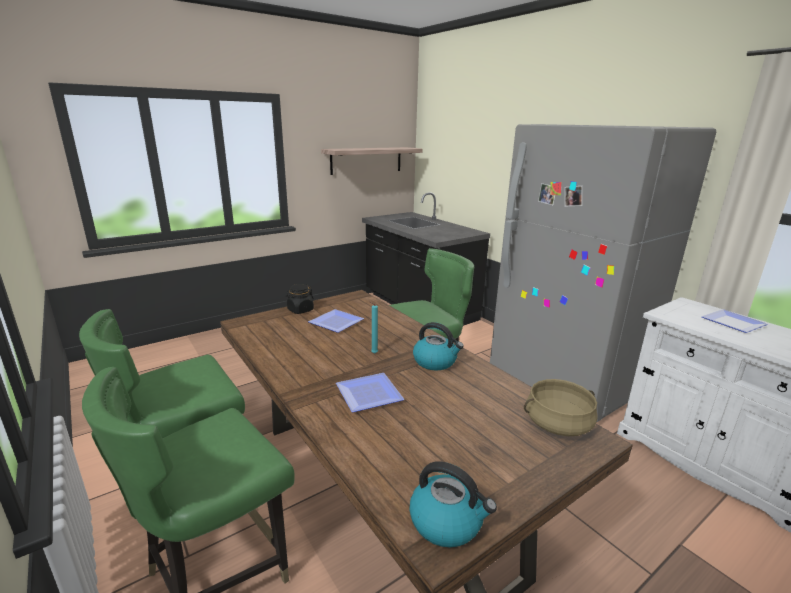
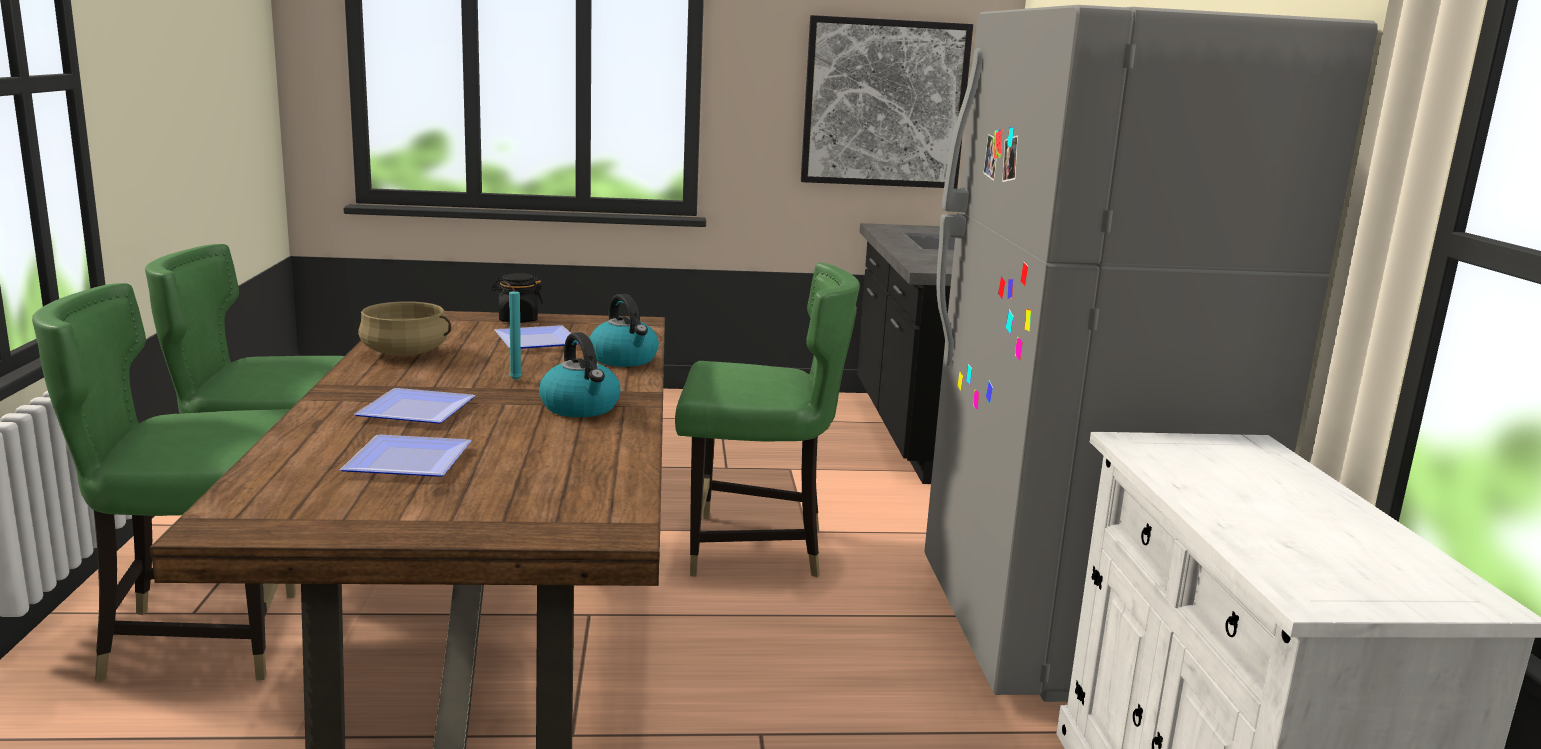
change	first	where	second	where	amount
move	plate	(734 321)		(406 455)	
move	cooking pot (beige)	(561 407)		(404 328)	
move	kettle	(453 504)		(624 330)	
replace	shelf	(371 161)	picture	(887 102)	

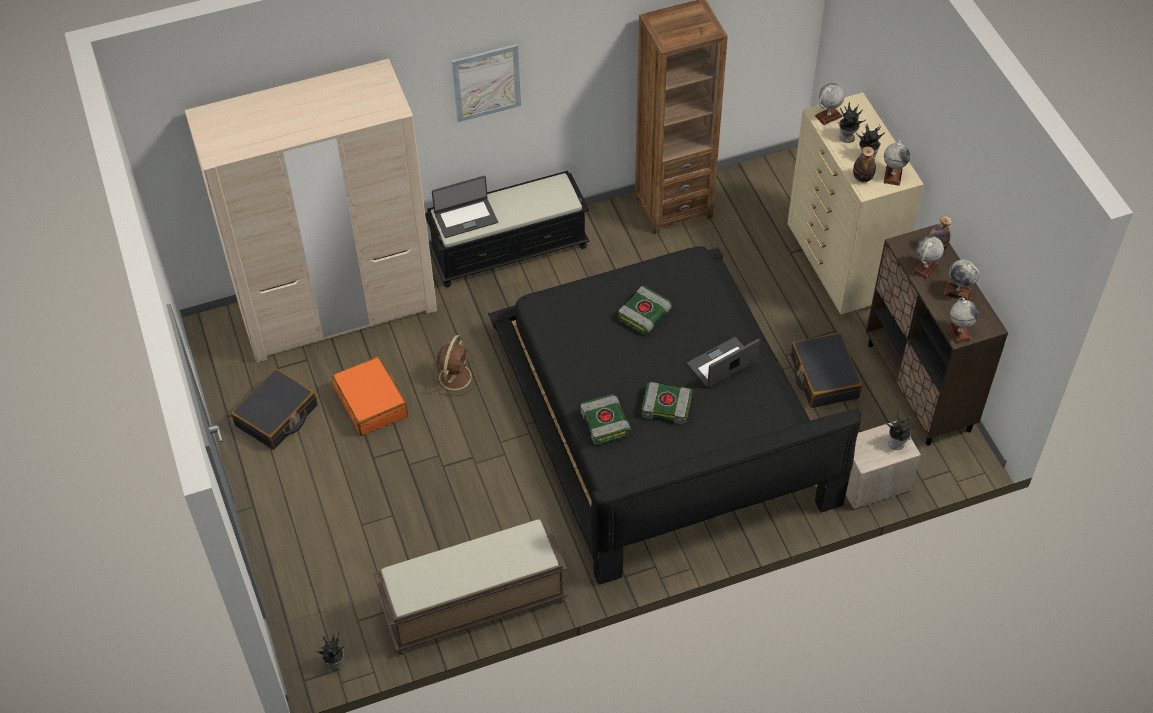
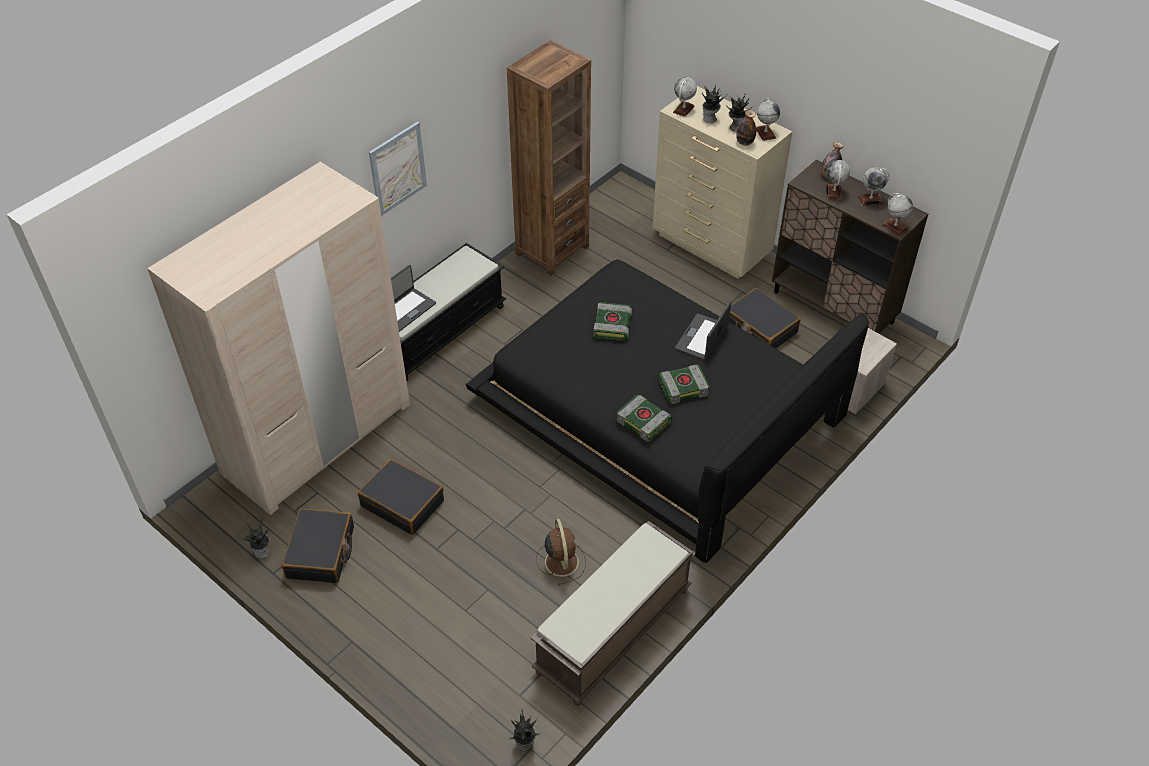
change	first	where	second	where	amount
move	potted plant	(900 431)		(254 539)	
recolor	suitcase (orange)	(370 396)	suitcase (black)	(401 497)	
move	fan (brown)	(456 365)		(561 552)	

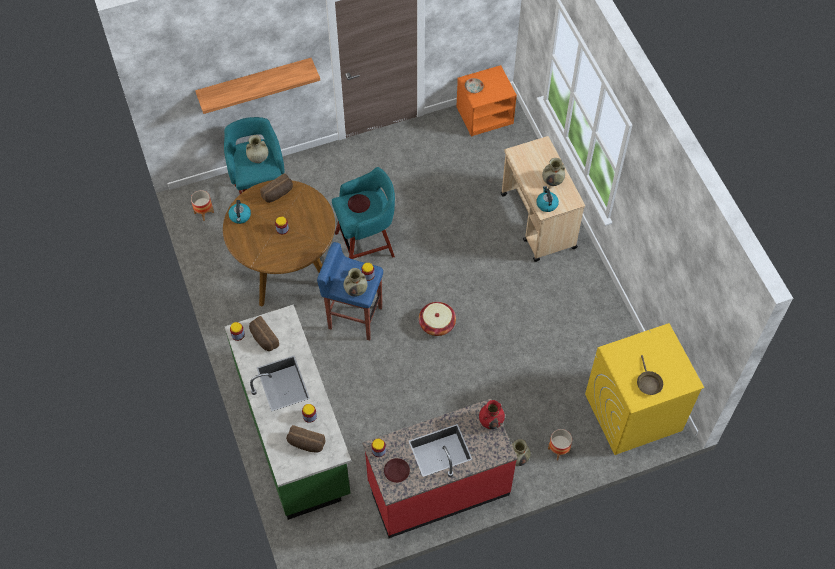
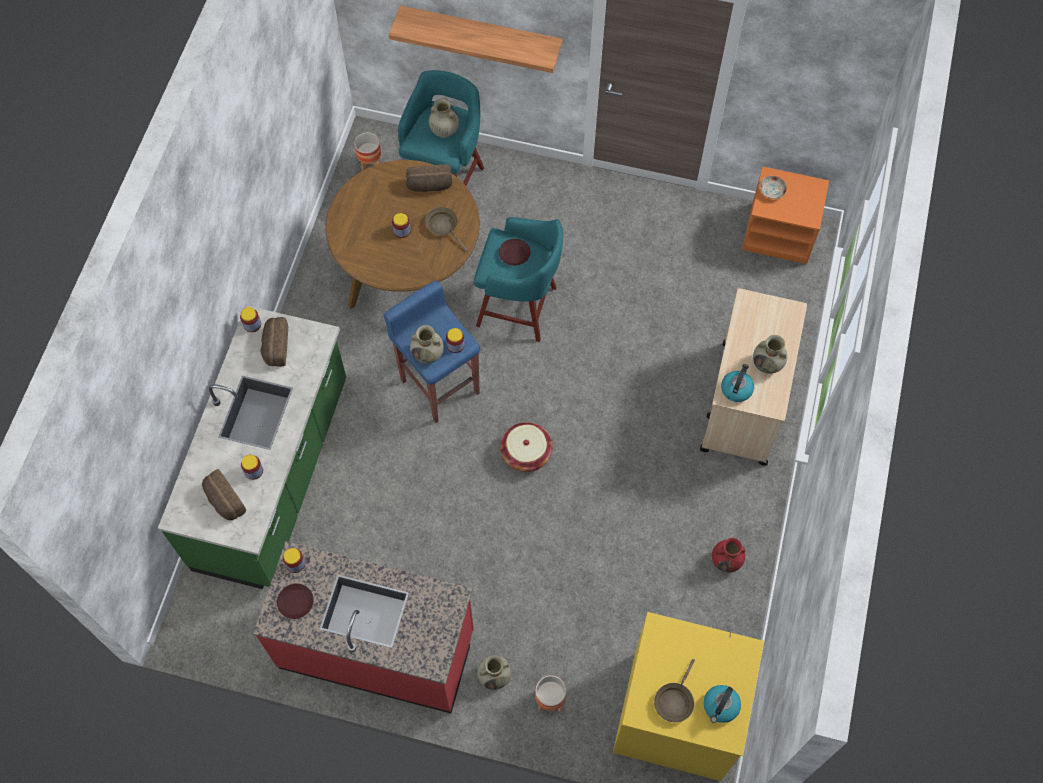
change	first	where	second	where	amount
insert			frying pan (brown)	(446 229)	
move	kettle	(239 212)		(722 704)	
move	vase (red)	(492 414)		(728 555)	

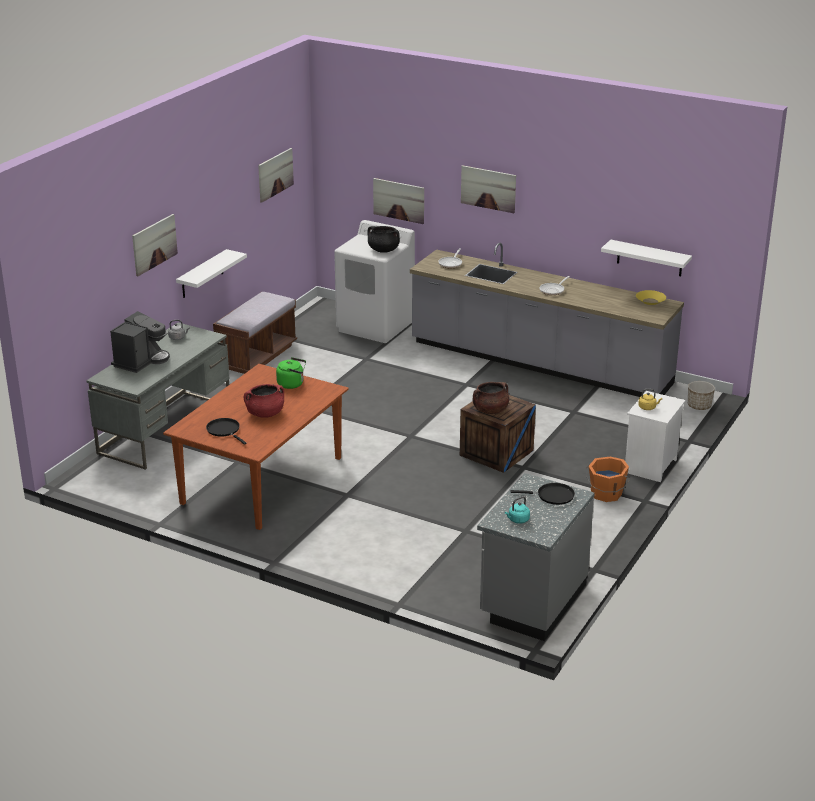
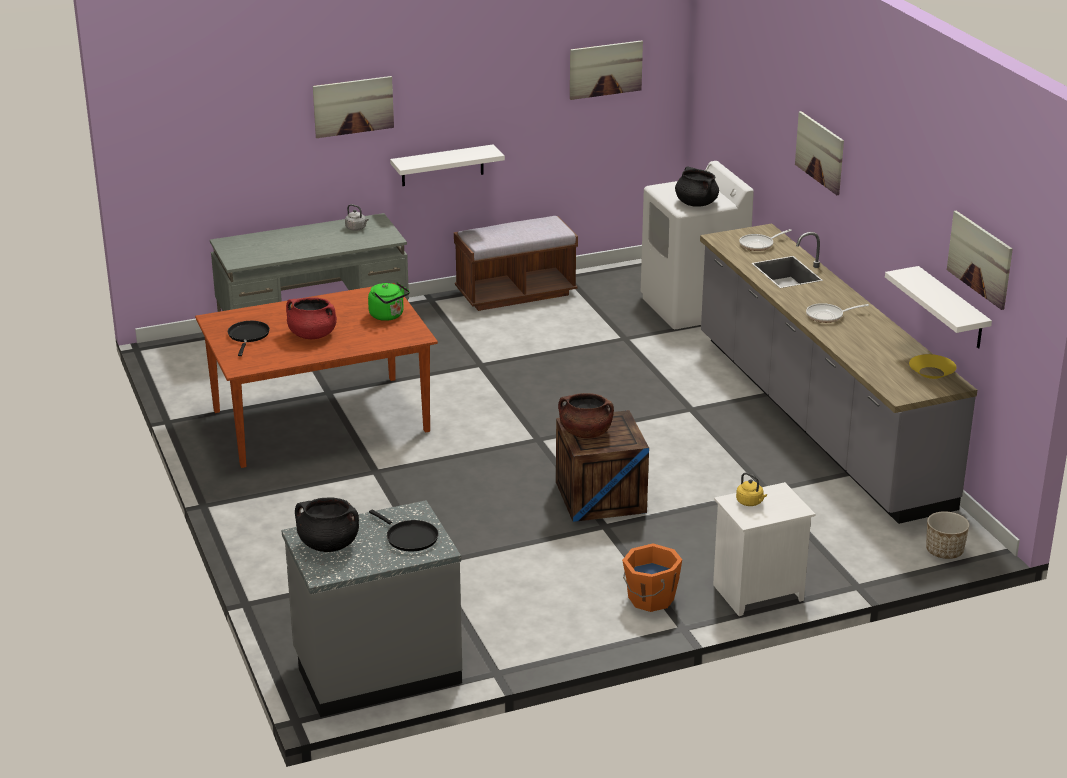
change	first	where	second	where	amount
replace	kettle (turquoise)	(517 510)	cooking pot (black)	(327 524)	
move	picture	(398 201)		(980 260)	
delete	coffee machine	(140 342)			

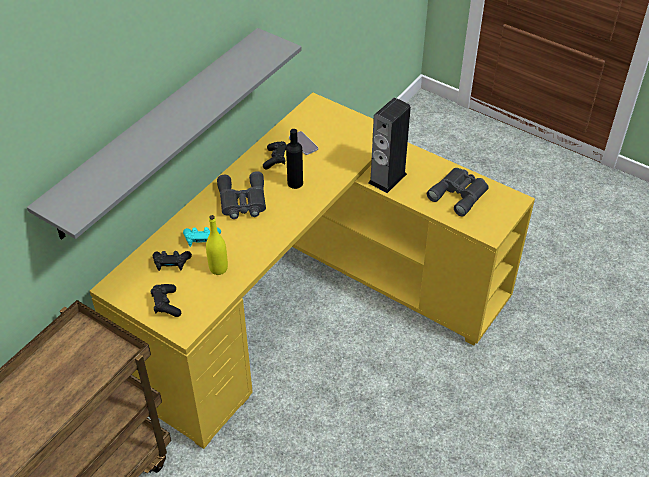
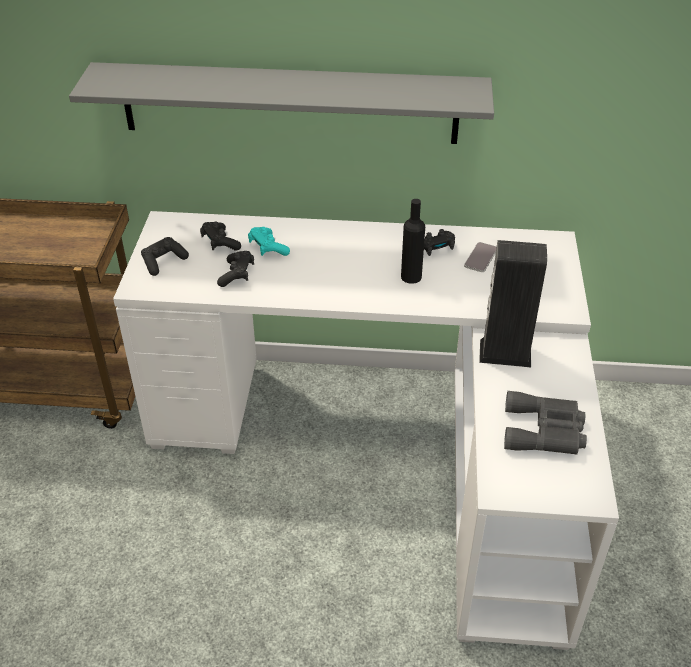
change	first	where	second	where	amount
recolor	desk (yellow)	(312 270)	desk (white)	(366 430)	
replace	bottle (yellow)	(217 245)	game controller (black)	(235 269)	
delete	binoculars (grey)	(241 195)			

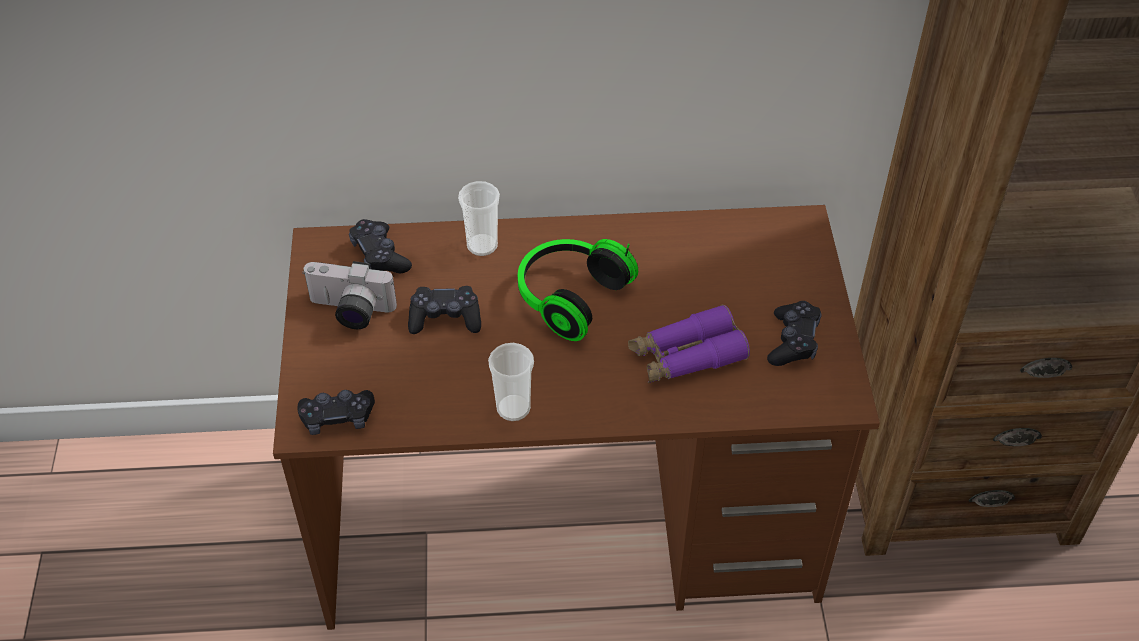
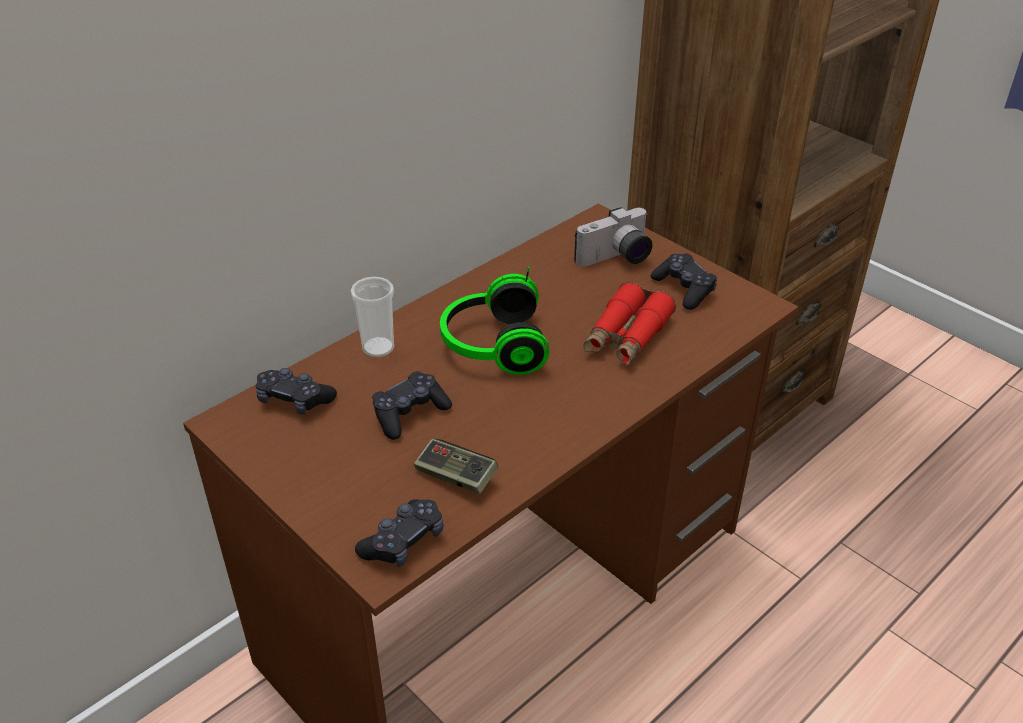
change	first	where	second	where	amount
insert			game controller	(456 466)	
move	photo camera	(349 295)		(613 237)	
recolor	binoculars (purple)	(689 343)	binoculars (red)	(629 323)	
delete	cup	(511 382)			

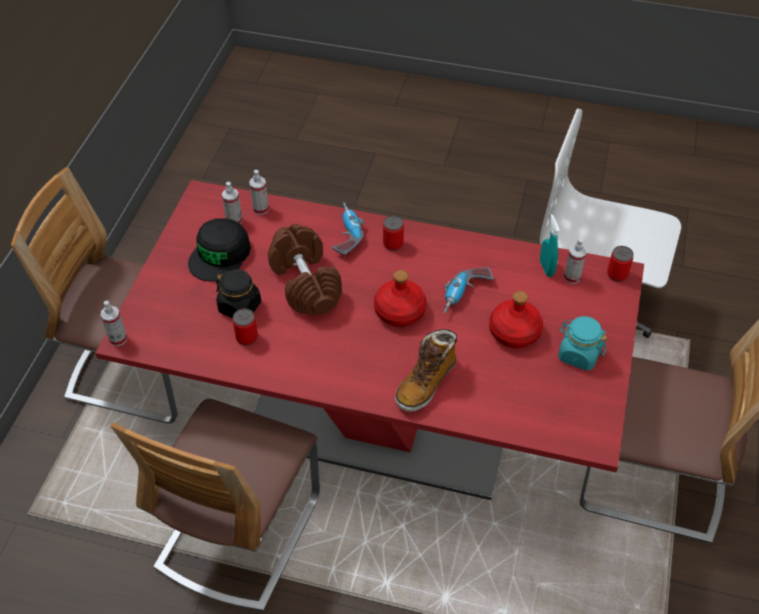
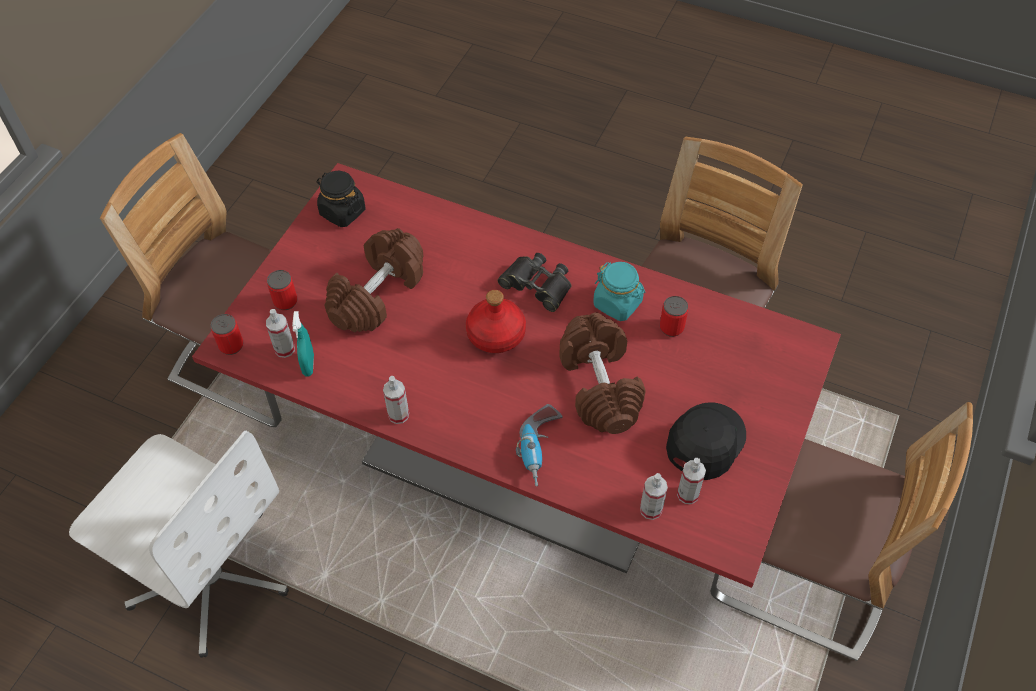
change	first	where	second	where	amount
move	can	(393 233)		(282 290)	
move	jar (black)	(238 293)		(340 199)	
replace	bottle (red)	(516 319)	dumbbell (brown)	(374 280)	
move	spray bottle	(113 323)		(396 400)	
insert			binoculars (black)	(534 282)	
move	jar (turquoise)	(582 343)		(619 291)	
delete	boot	(426 370)			
delete	power drill	(468 290)			

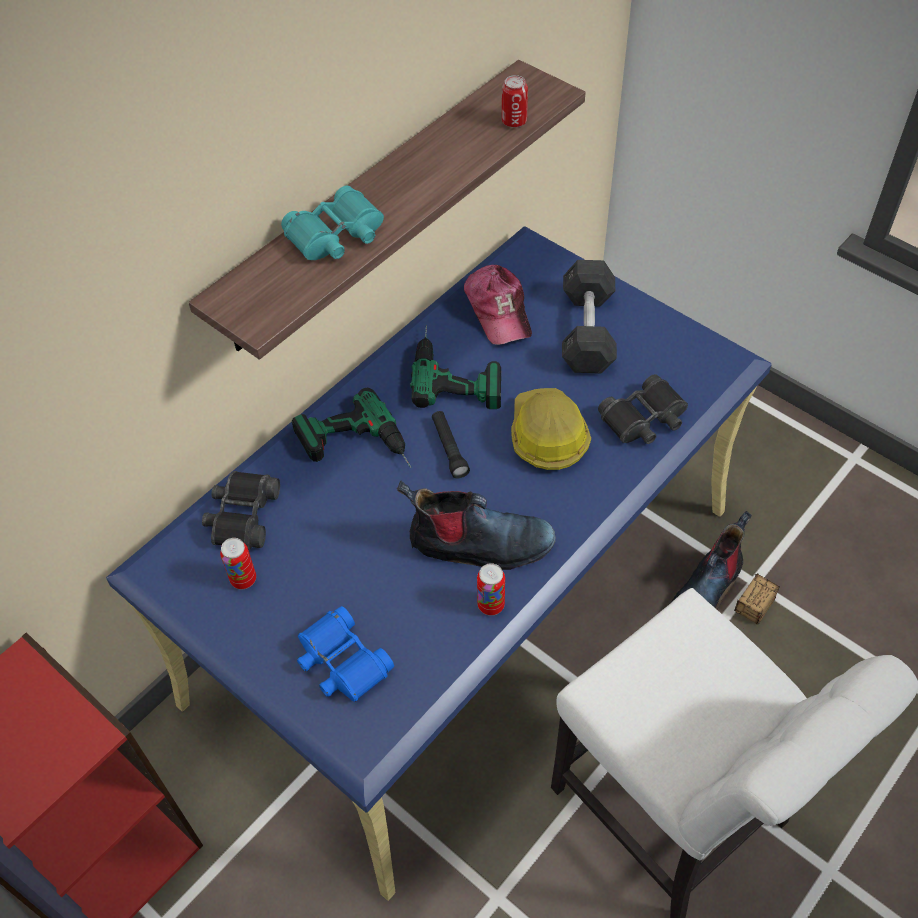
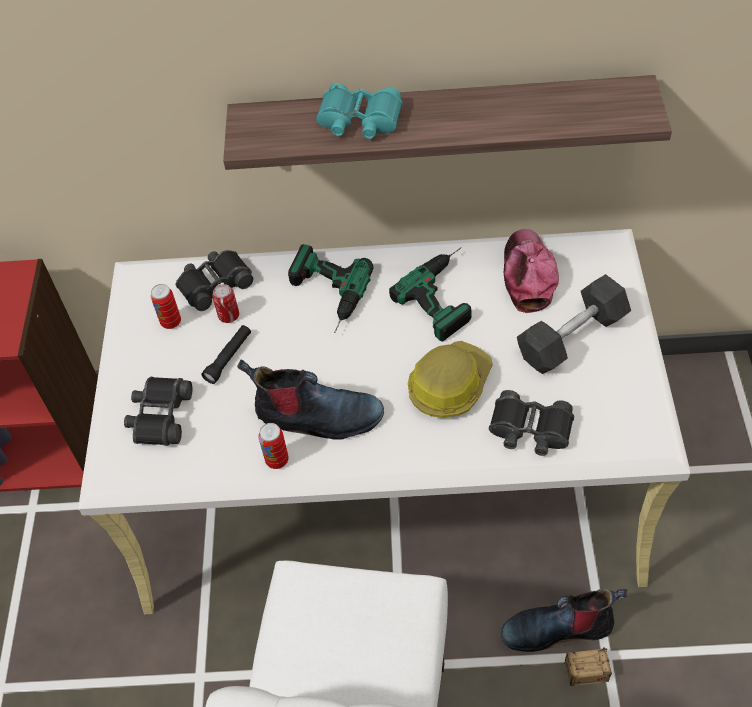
change	first	where	second	where	amount
recolor	desk (blue)	(439 563)	desk (white)	(384 421)	
recolor	binoculars (blue)	(345 654)	binoculars (black)	(158 411)	
move	flashlight (black)	(451 444)		(226 354)	
move	can	(515 101)		(225 303)	
rotate	boot	(476 525)		(310 399)	45 degrees counterclockwise
rotate	cap	(498 305)		(531 271)	150 degrees clockwise

